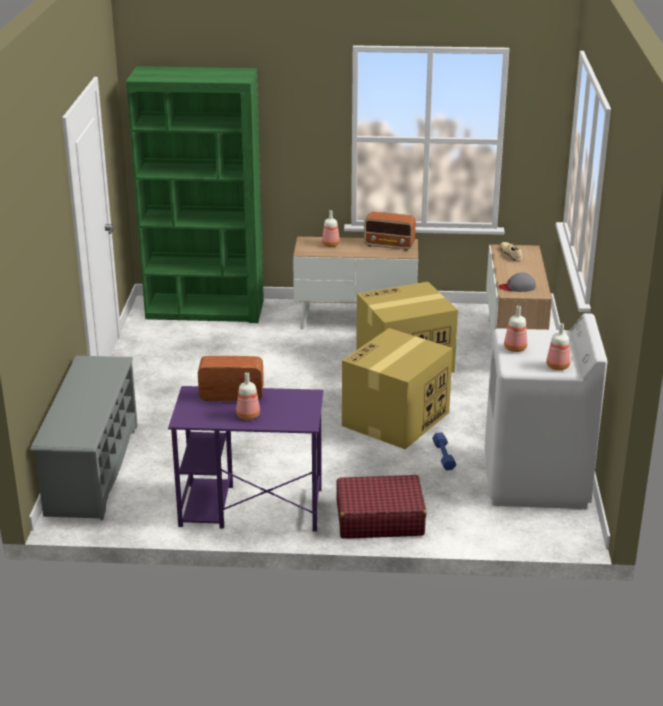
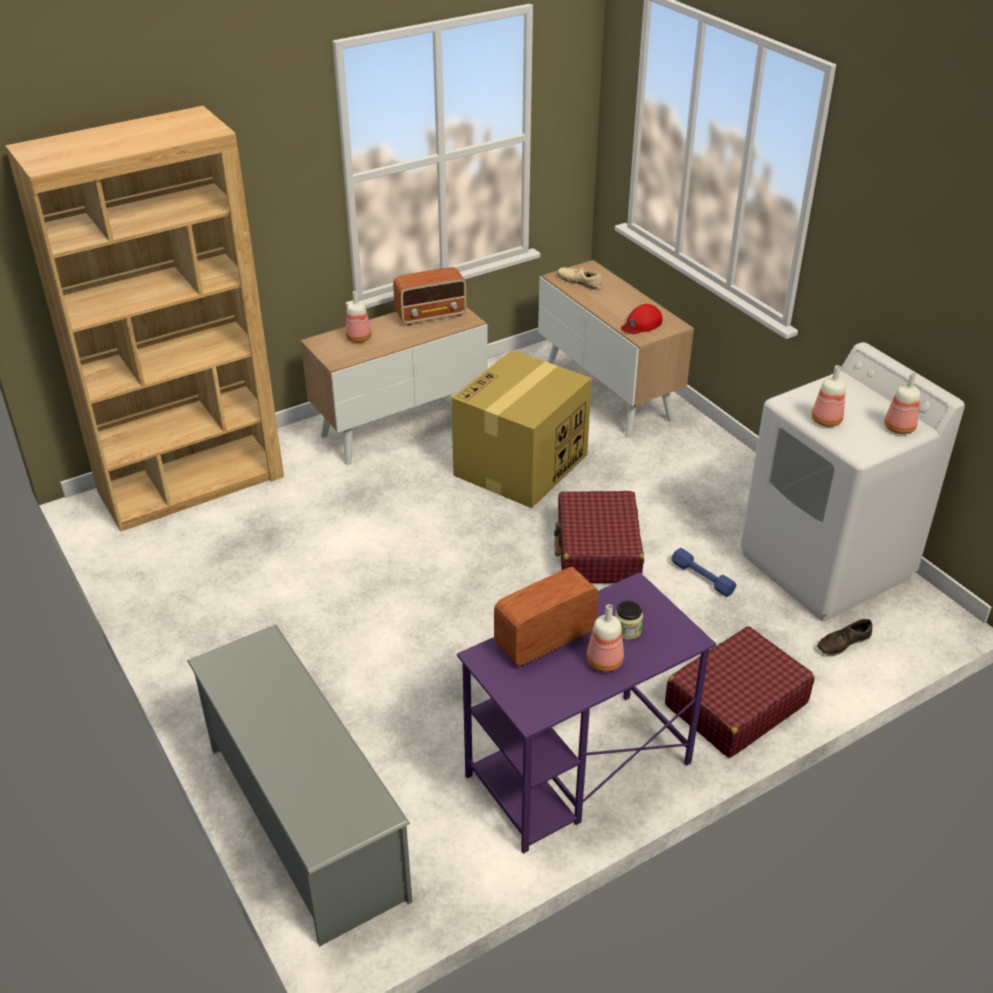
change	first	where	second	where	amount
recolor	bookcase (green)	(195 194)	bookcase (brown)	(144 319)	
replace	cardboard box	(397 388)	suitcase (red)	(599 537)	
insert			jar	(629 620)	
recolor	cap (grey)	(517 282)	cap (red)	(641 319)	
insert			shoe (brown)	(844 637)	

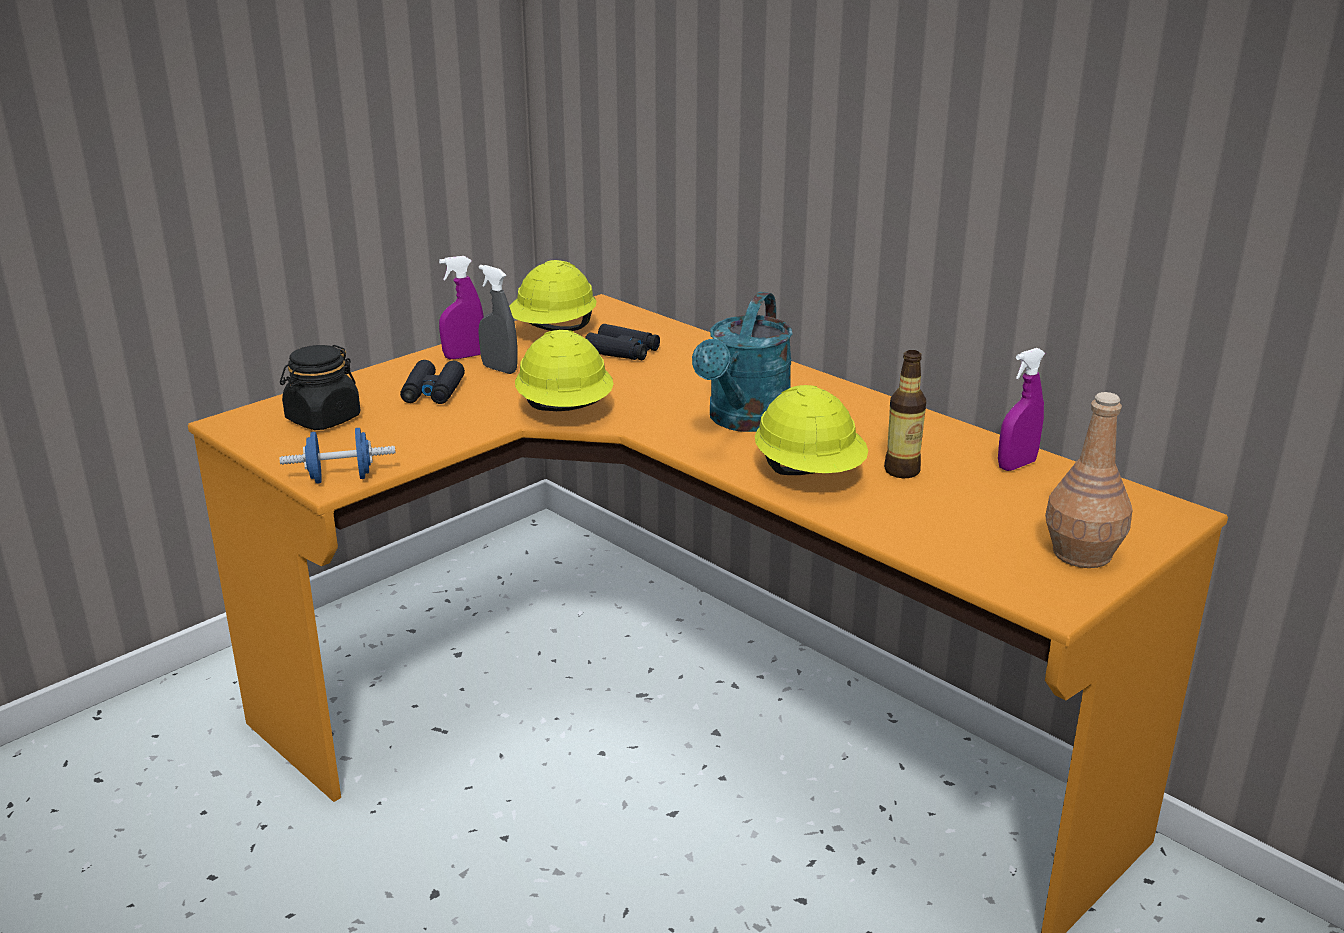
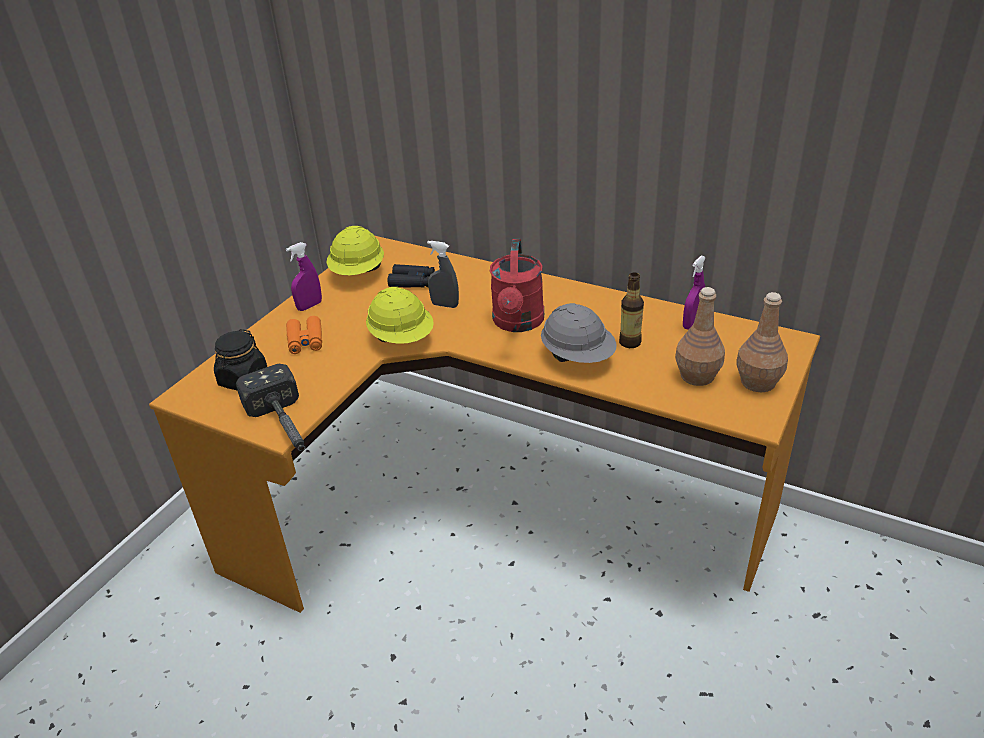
change	first	where	second	where	amount
replace	dumbbell (blue)	(337 456)	hammer	(270 407)	
recolor	binoculars (black)	(432 382)	binoculars (orange)	(304 335)	
move	spray bottle (grey)	(498 319)		(443 274)	
recolor	watering can (turquoise)	(742 362)	watering can (red)	(517 285)	
recolor	hard hat (yellow)	(811 430)	hard hat (grey)	(579 333)	
insert			bottle (brown)	(700 336)	

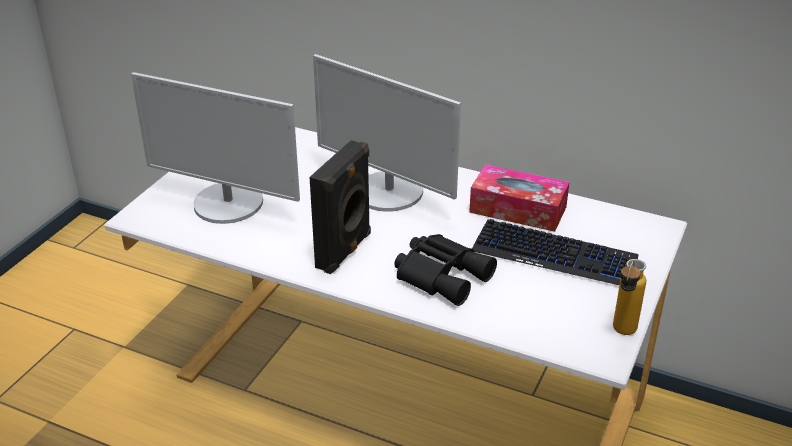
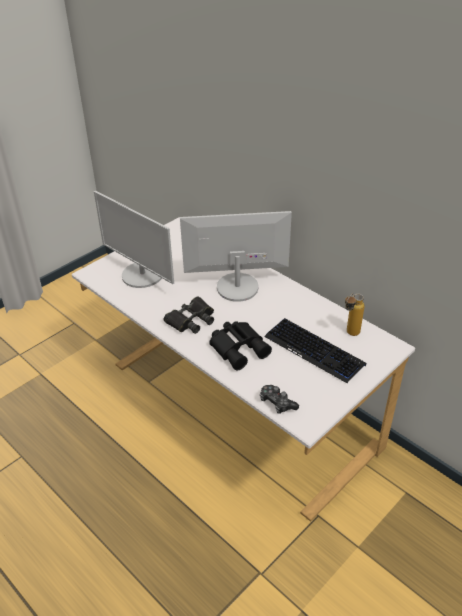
change	first	where	second	where	amount
replace	speaker (black)	(340 207)	binoculars (black)	(189 315)	
rotate	monitor	(387 133)		(236 256)	120 degrees clockwise
insert			game controller	(279 399)	
move	bottle	(629 297)		(354 315)	
delete	tissue box	(519 198)			

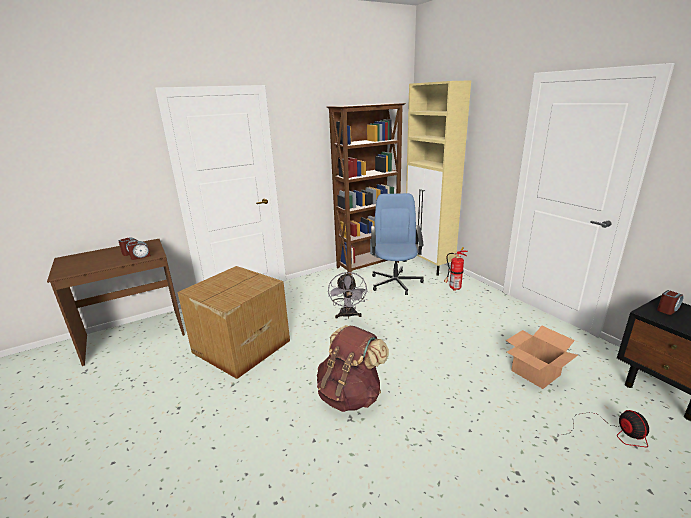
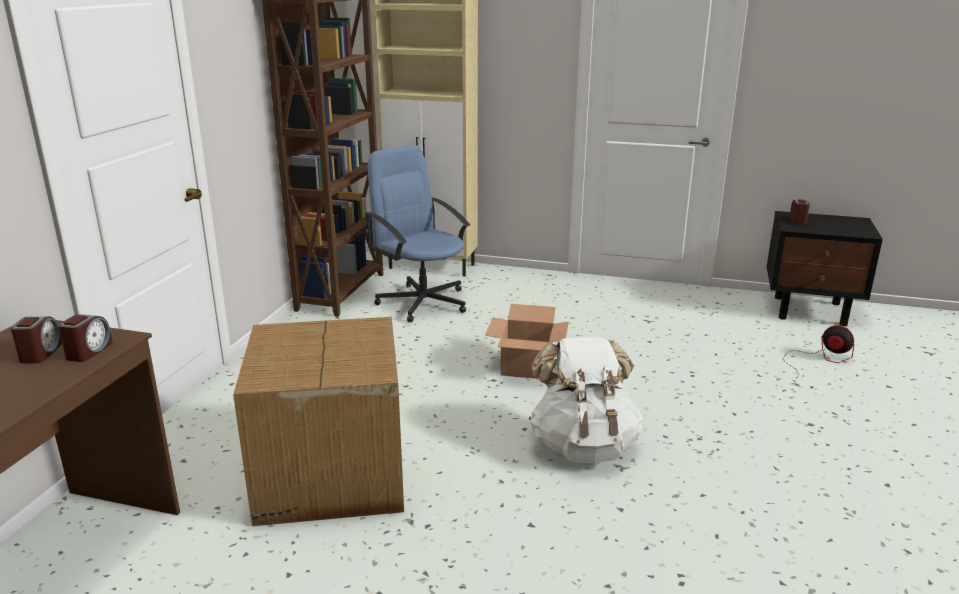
change	first	where	second	where	amount
move	cardboard box	(542 357)		(527 341)	
recolor	backpack (brown)	(353 368)	backpack (white)	(586 400)	
delete	fan (grey)	(348 295)			
delete	fire extinguisher	(456 269)			

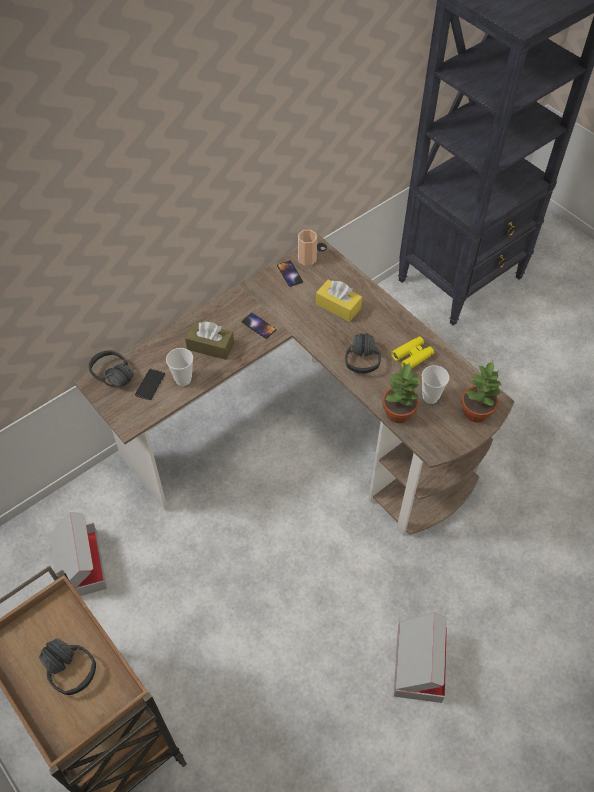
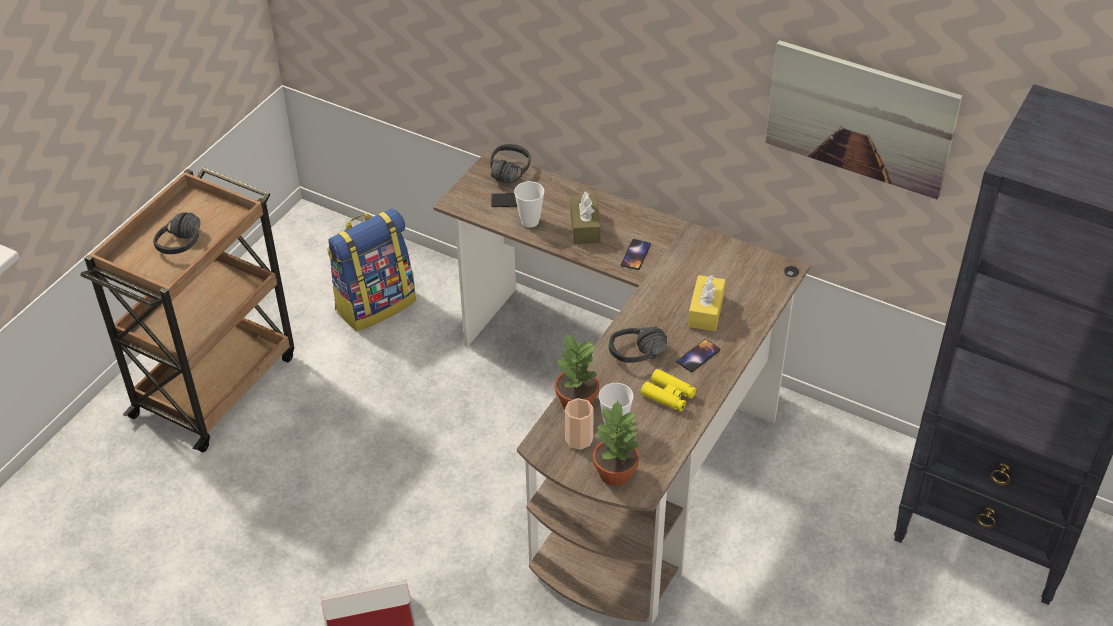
change	first	where	second	where	amount
replace	cardboard box	(78 554)	backpack	(371 269)	
move	cup	(307 248)		(579 424)	
move	phone	(290 274)		(698 355)	
insert			picture	(864 119)	

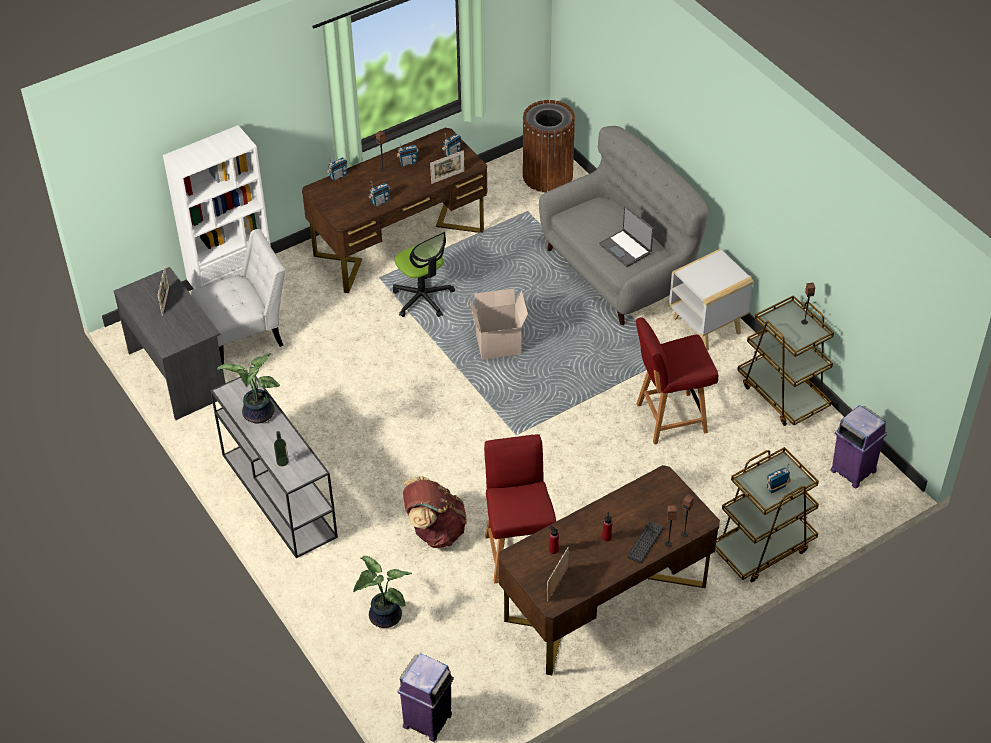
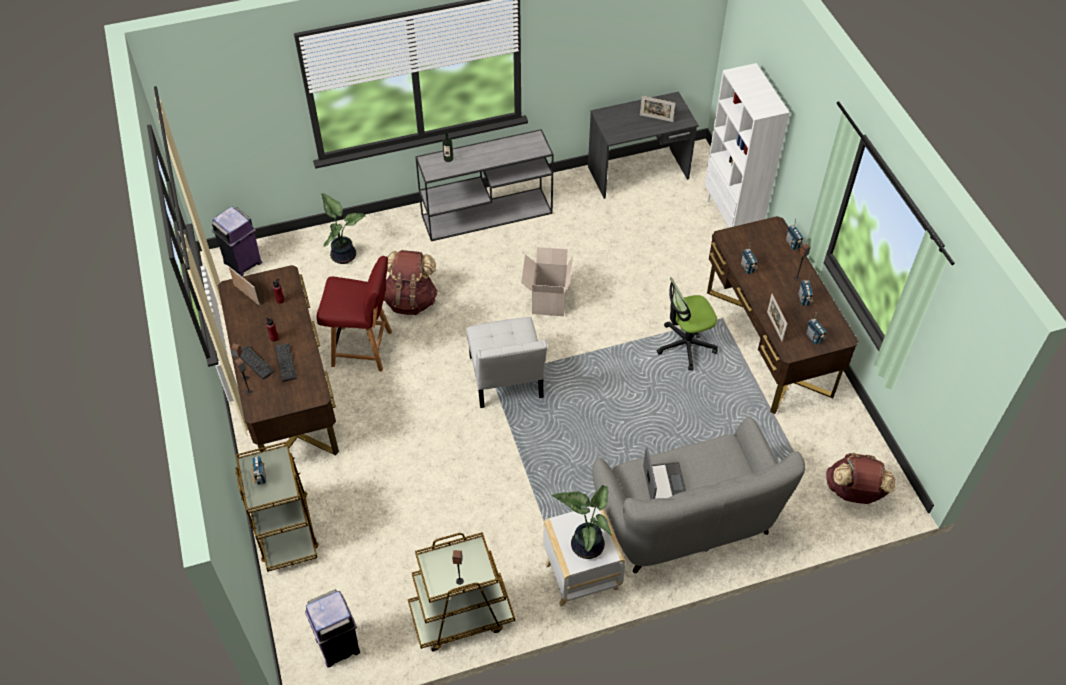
change	first	where	second	where	amount
insert			keyboard	(286 362)	
move	chair (white)	(238 297)		(506 362)	
move	cardboard box	(498 324)		(547 281)	
move	potted plant	(248 388)		(582 522)	
rotate	laptop	(626 236)		(664 473)	105 degrees clockwise
replace	trash can (brown)	(549 146)	backpack (brown)	(861 478)	
delete	chair (red)	(677 380)			

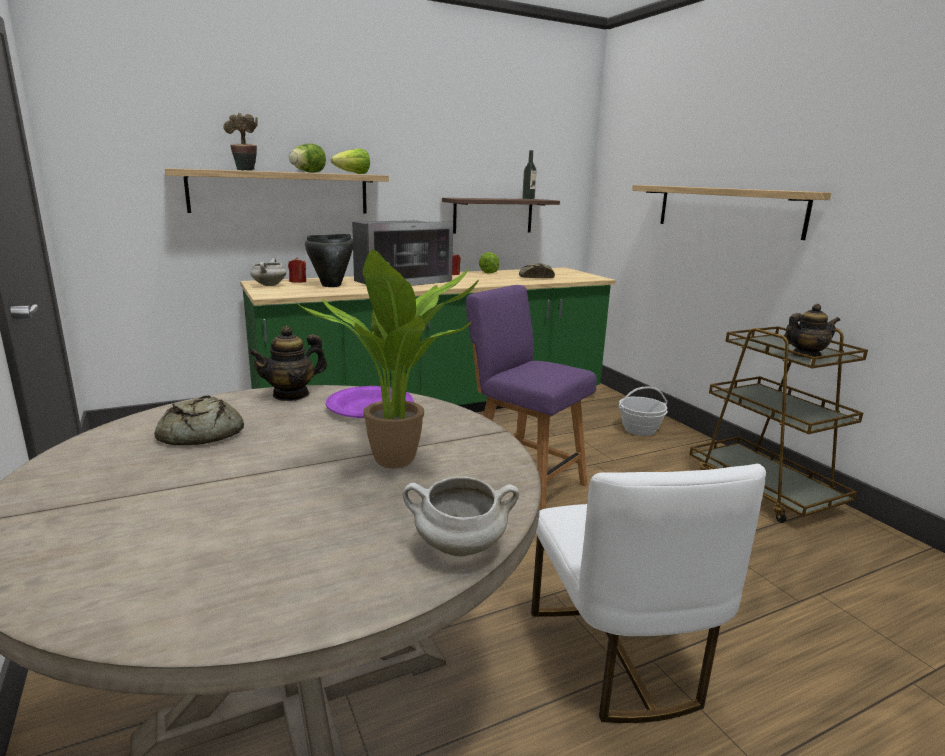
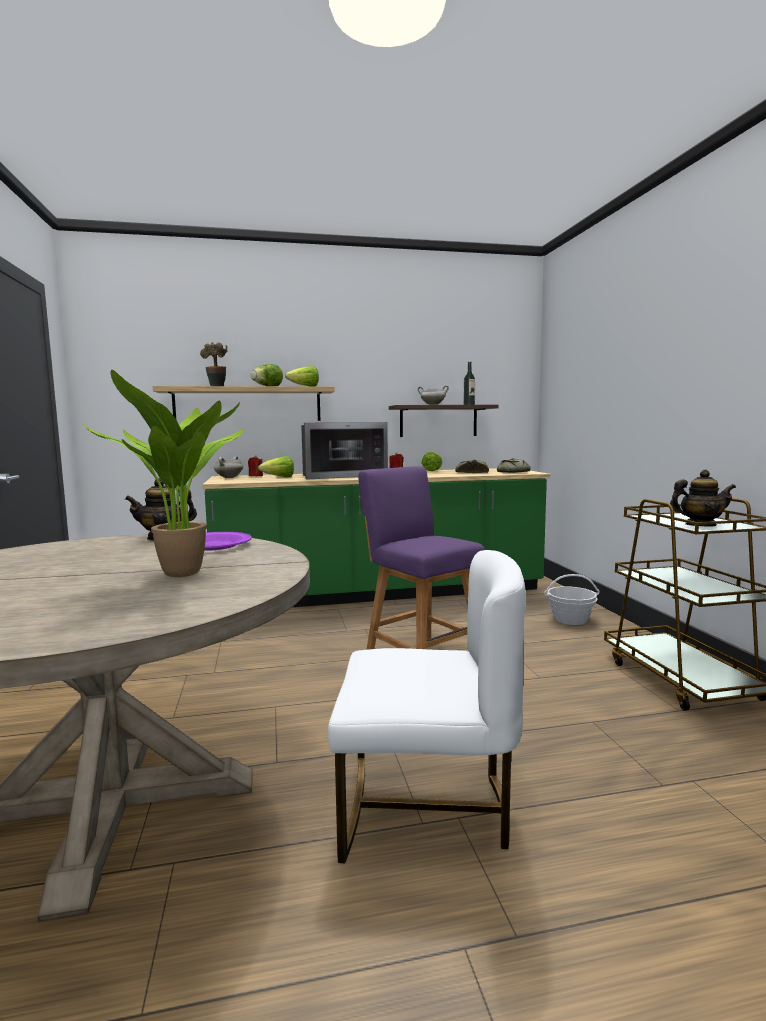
change	first	where	second	where	amount
replace	cooking pot (black)	(329 260)	lettuce	(276 466)	
rotate	chair (white)	(648 593)		(426 706)	90 degrees counterclockwise
move	cooking pot (white)	(461 516)		(433 395)	
move	bread	(199 420)		(514 465)	
delete	shelf	(731 212)			

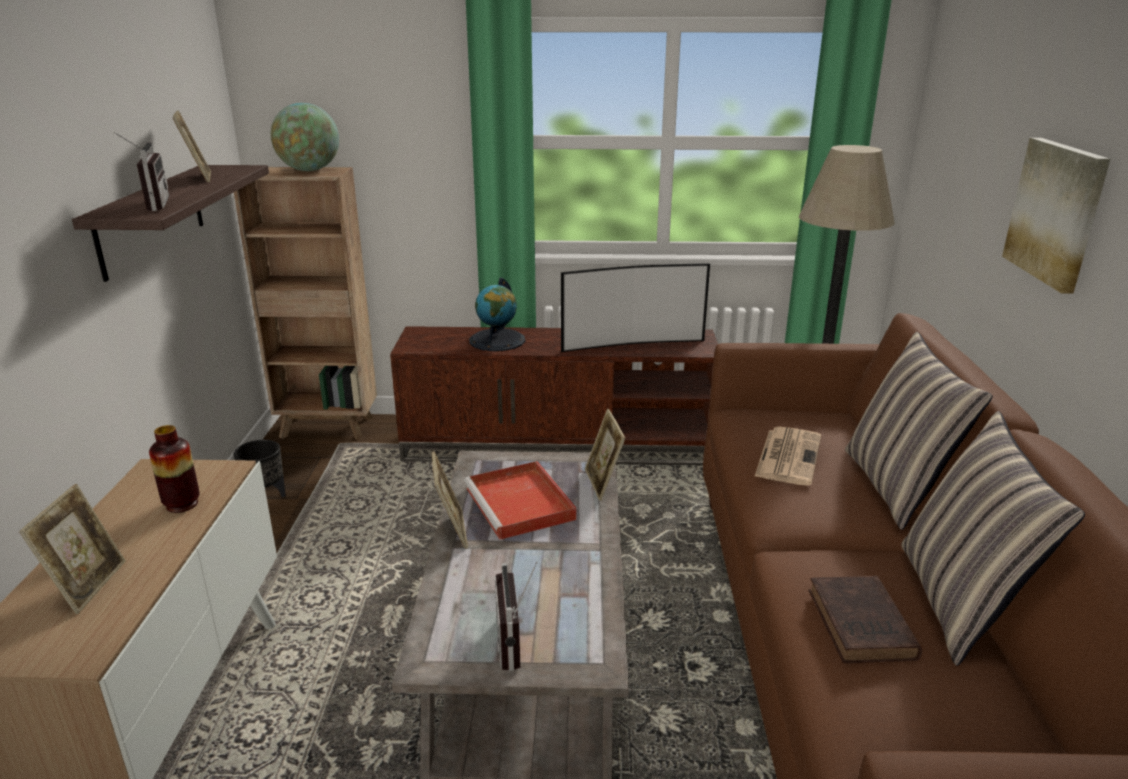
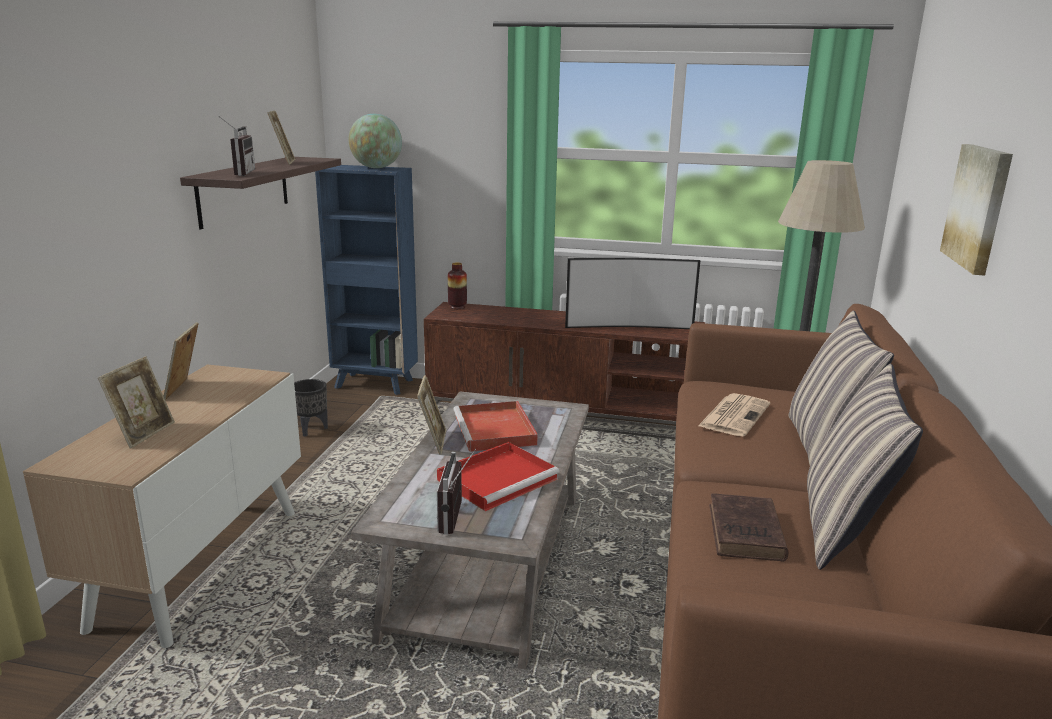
change	first	where	second	where	amount
move	picture frame	(605 455)		(180 361)	
recolor	bookcase (brown)	(305 303)	bookcase (blue)	(366 280)	
insert			tray (red)	(498 476)	
move	vase	(174 469)		(457 285)	
delete	globe	(497 314)			

